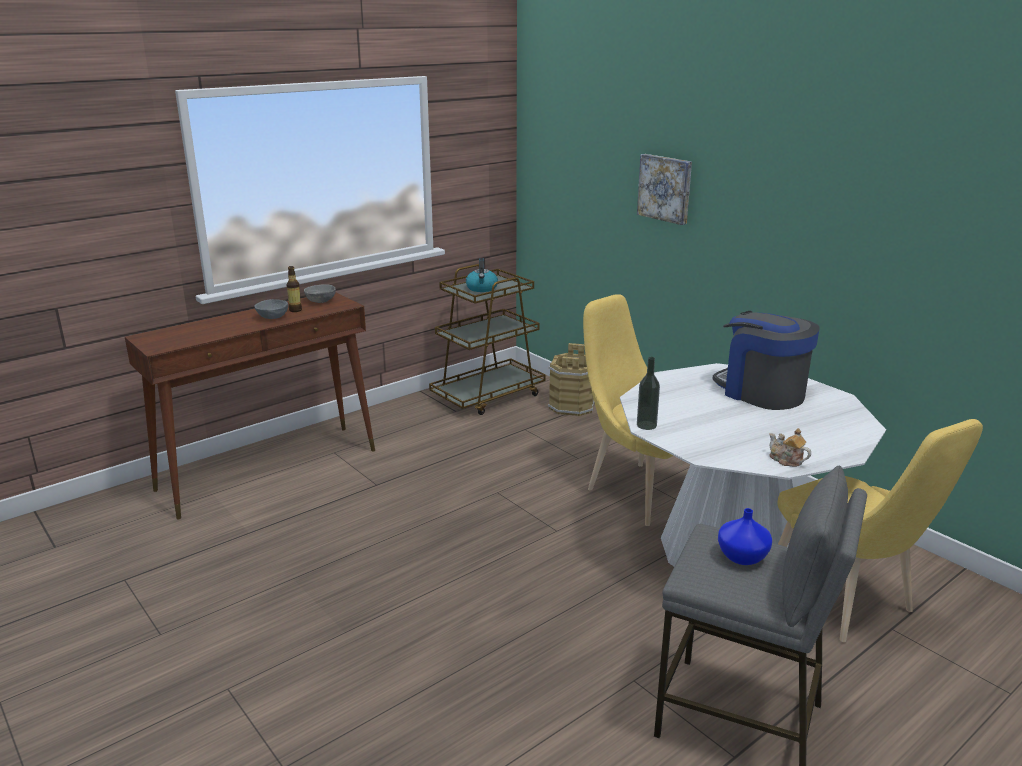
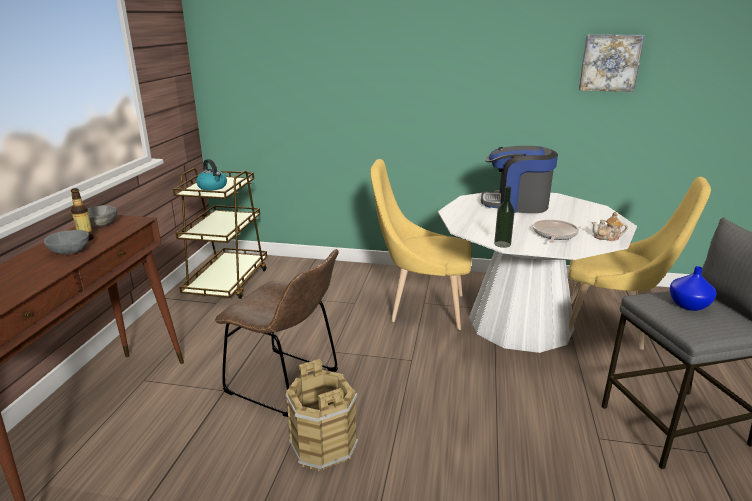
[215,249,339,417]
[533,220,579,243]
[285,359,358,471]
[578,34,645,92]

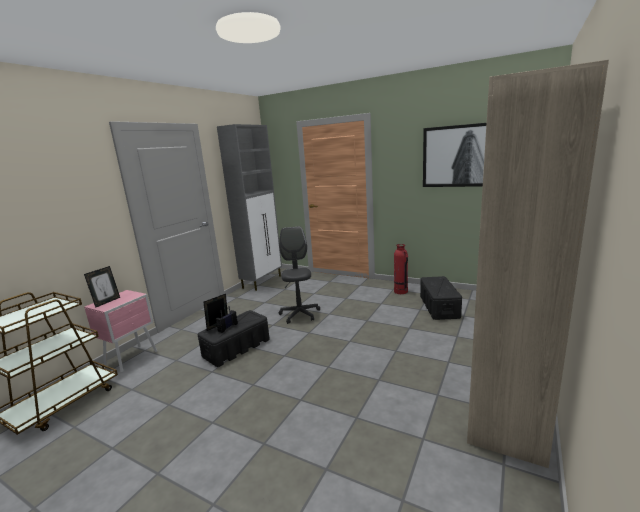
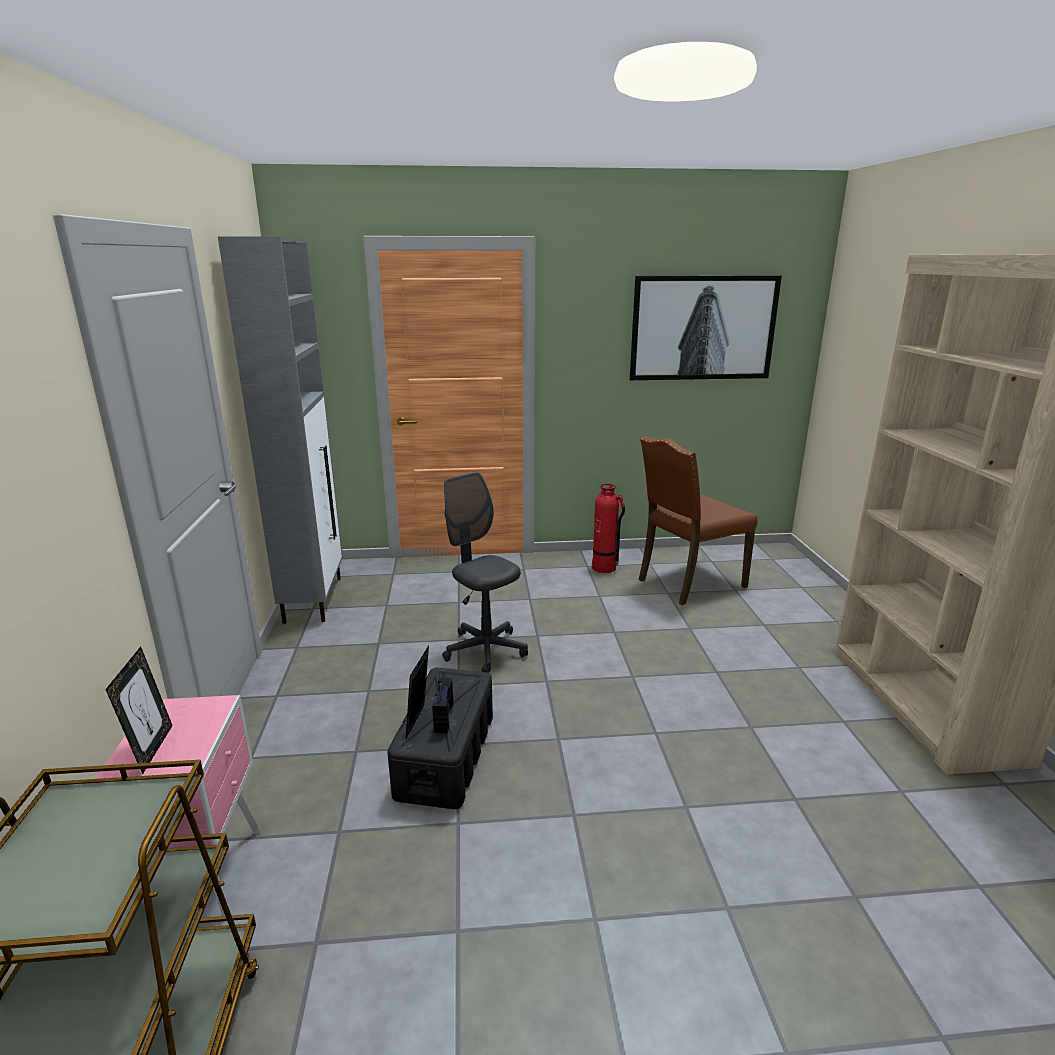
[638,436,757,605]

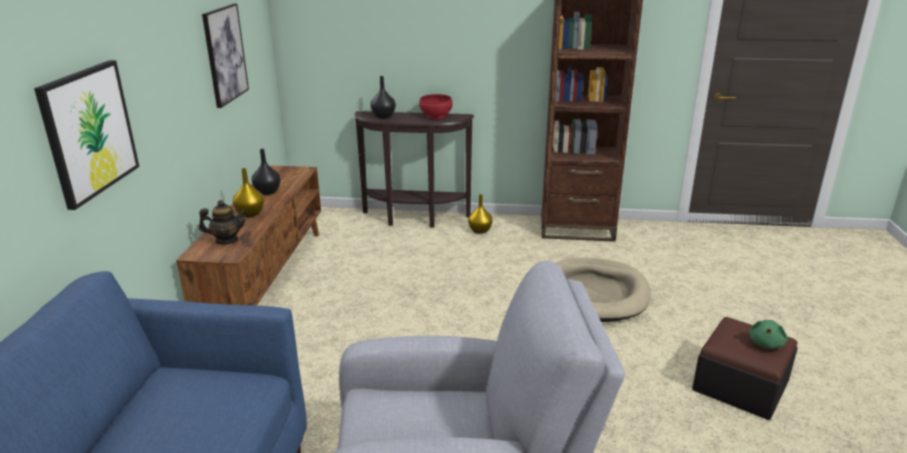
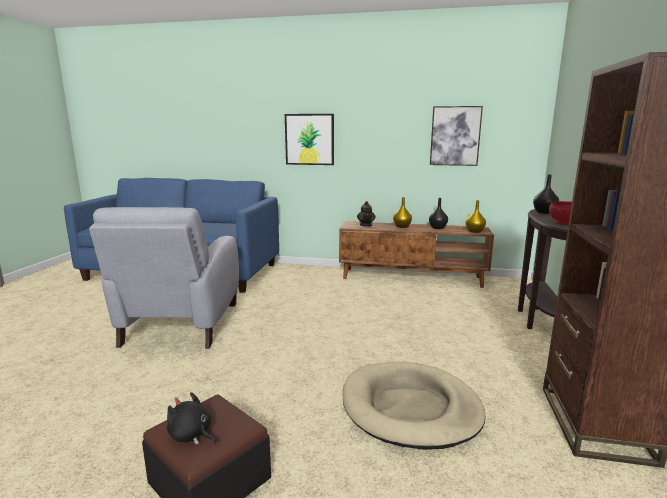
[466,200,486,233]
[167,392,217,445]

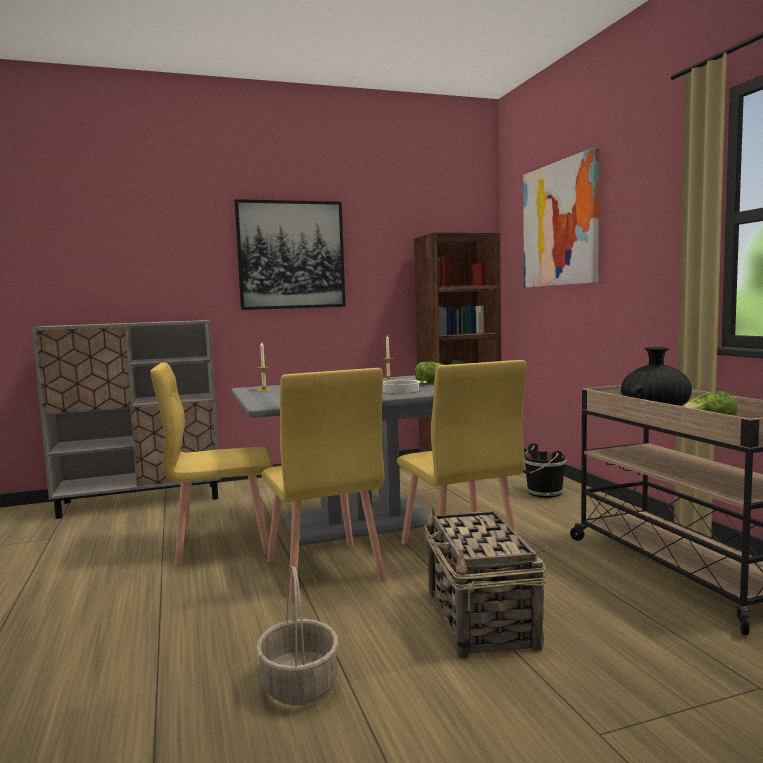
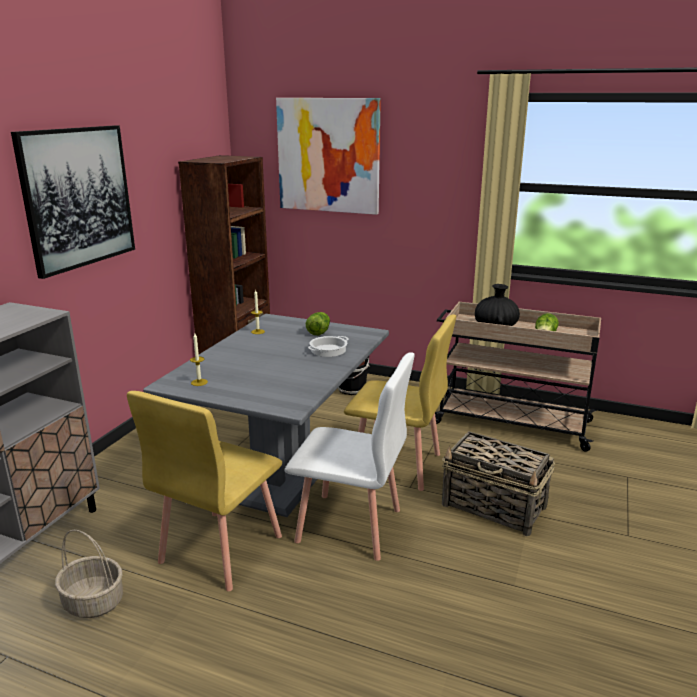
[55,530,123,618]
[285,352,415,561]

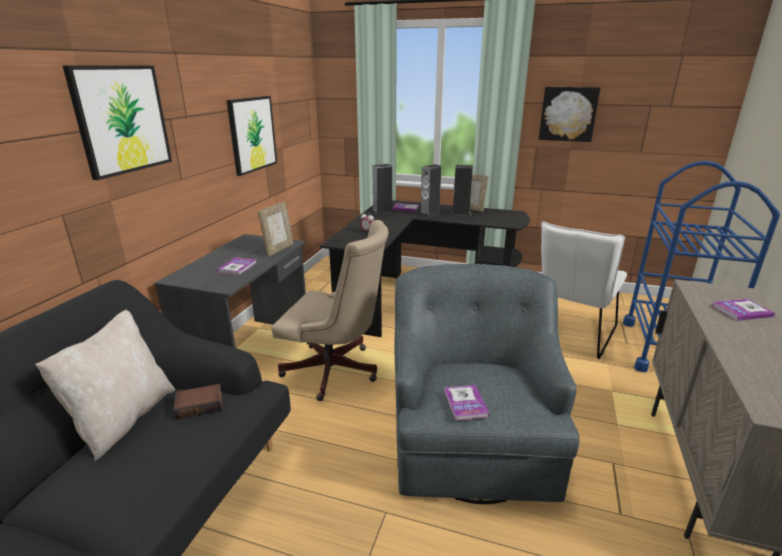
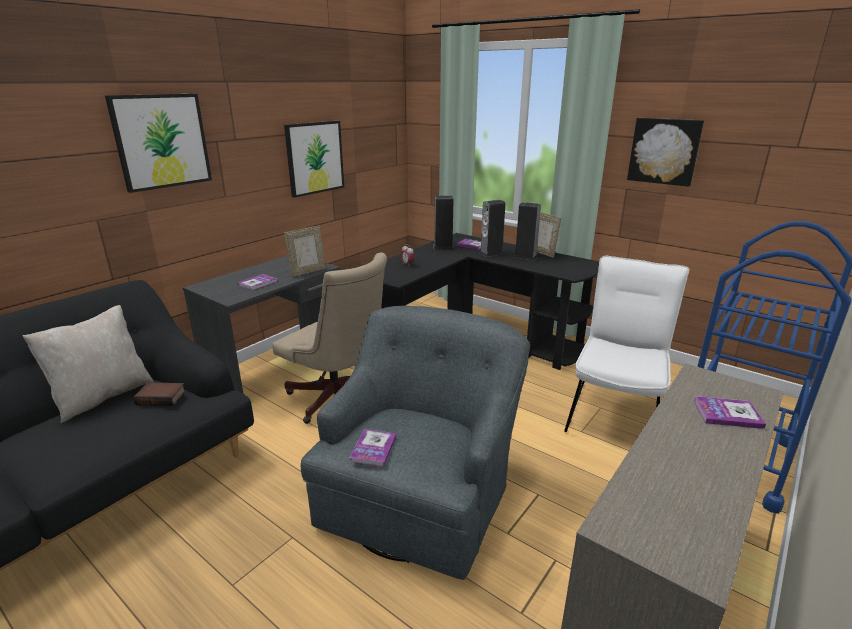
[564,256,690,432]

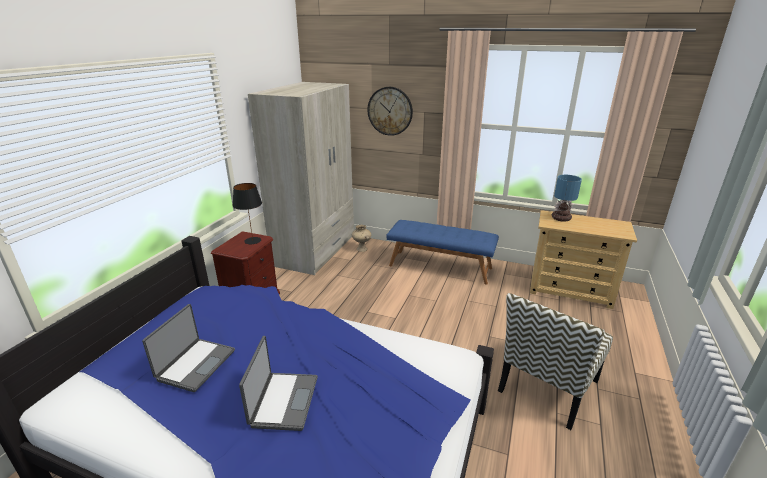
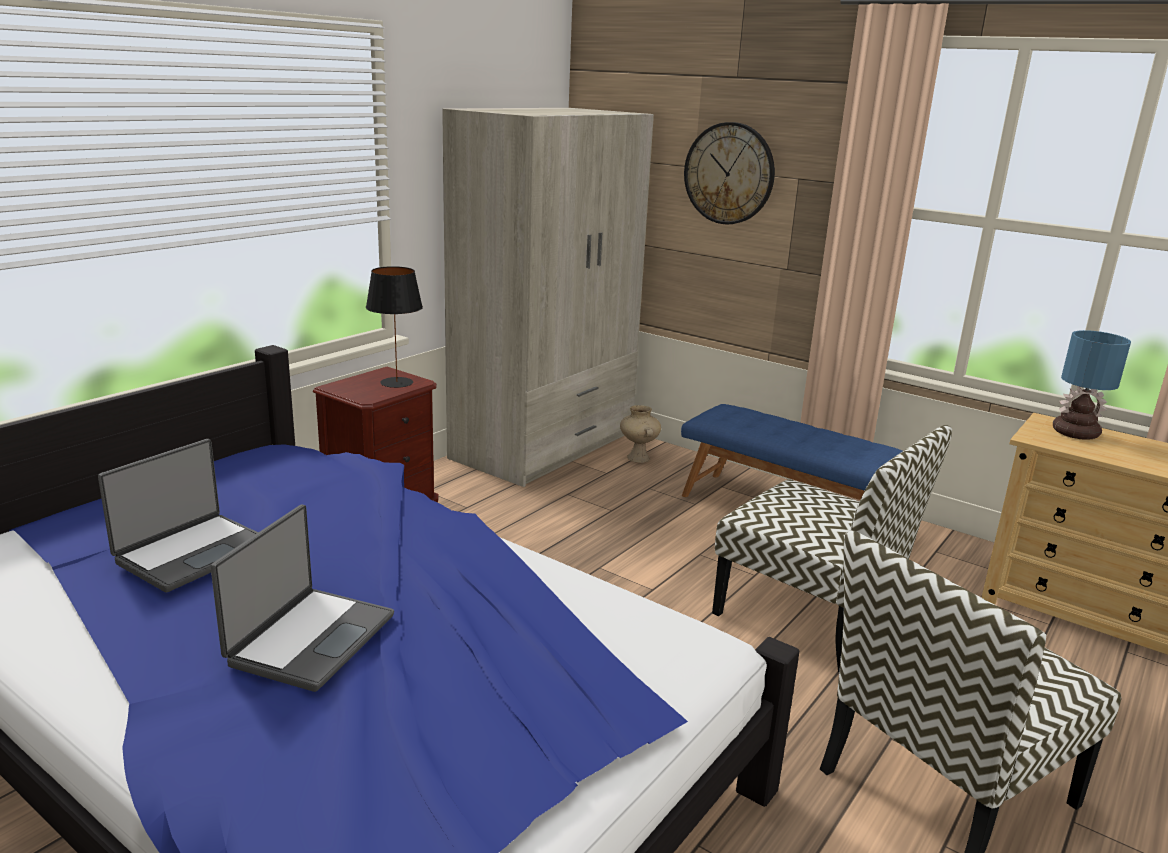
[712,425,952,672]

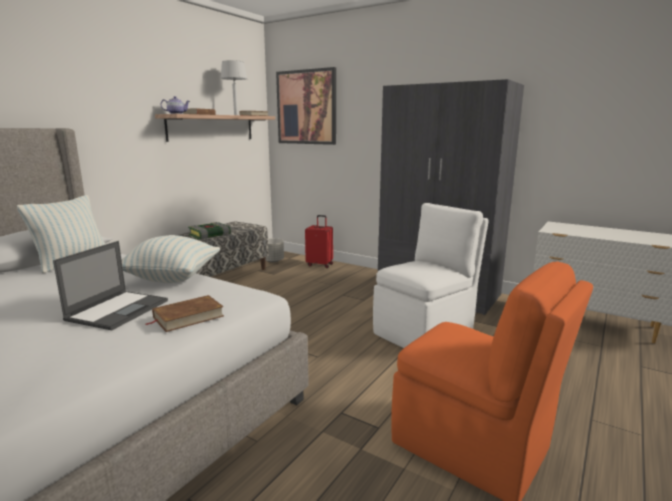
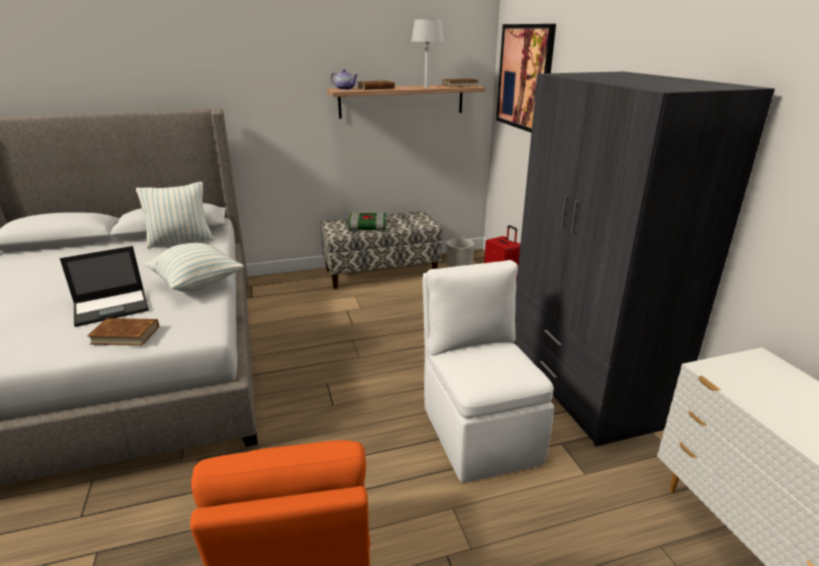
[422,260,554,482]

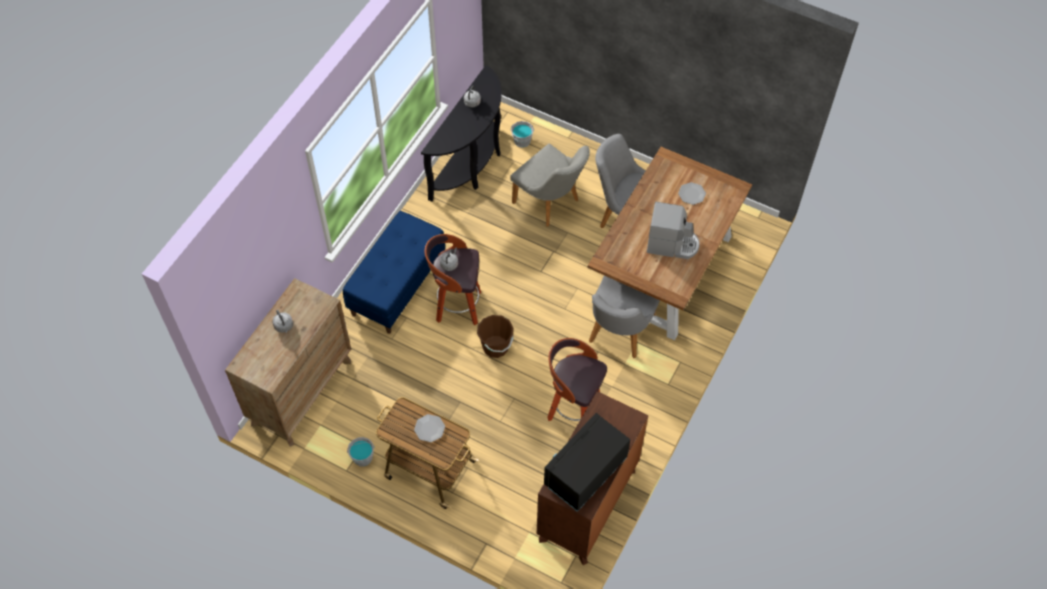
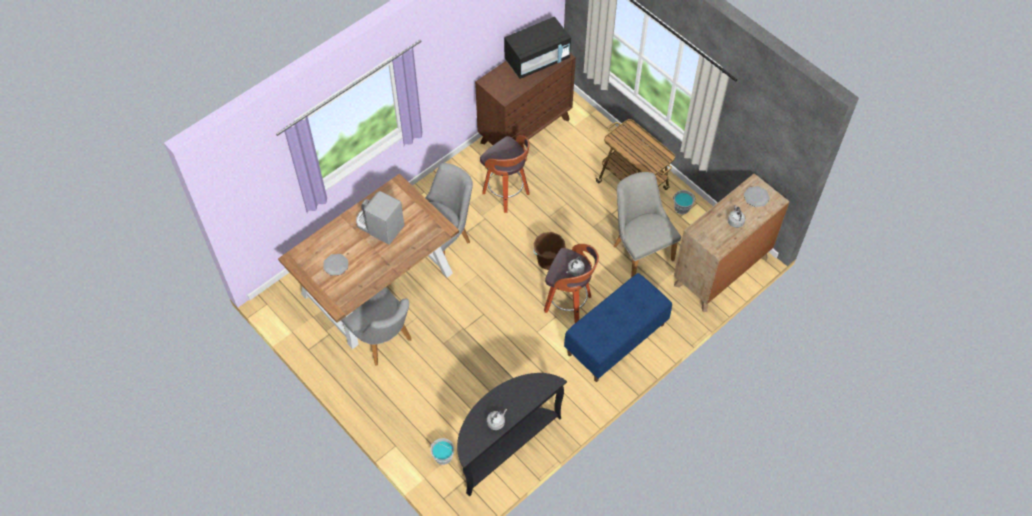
[744,186,770,207]
[614,172,681,277]

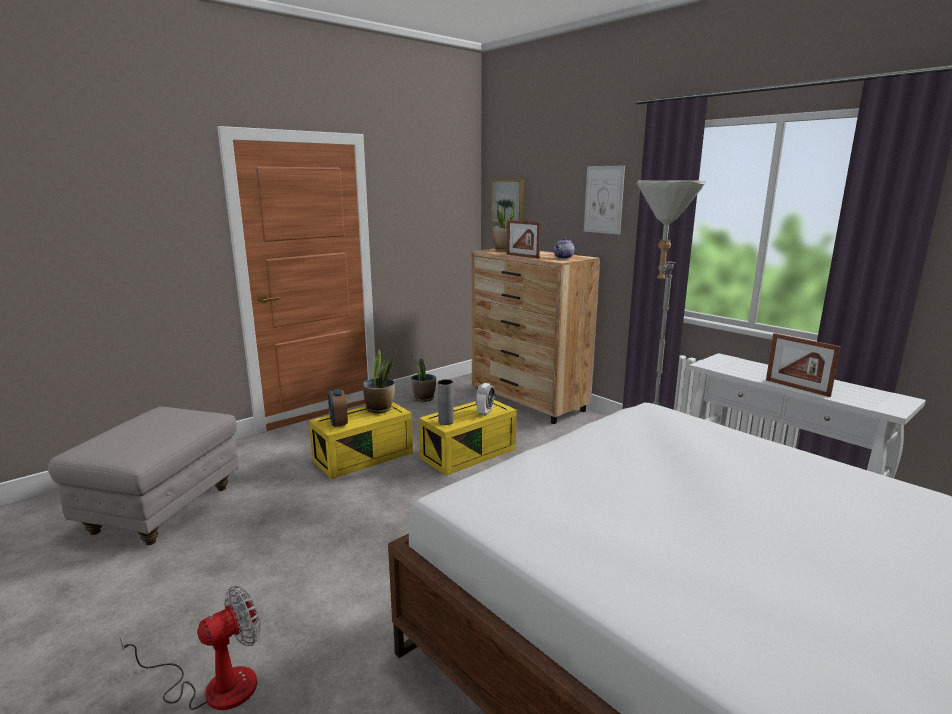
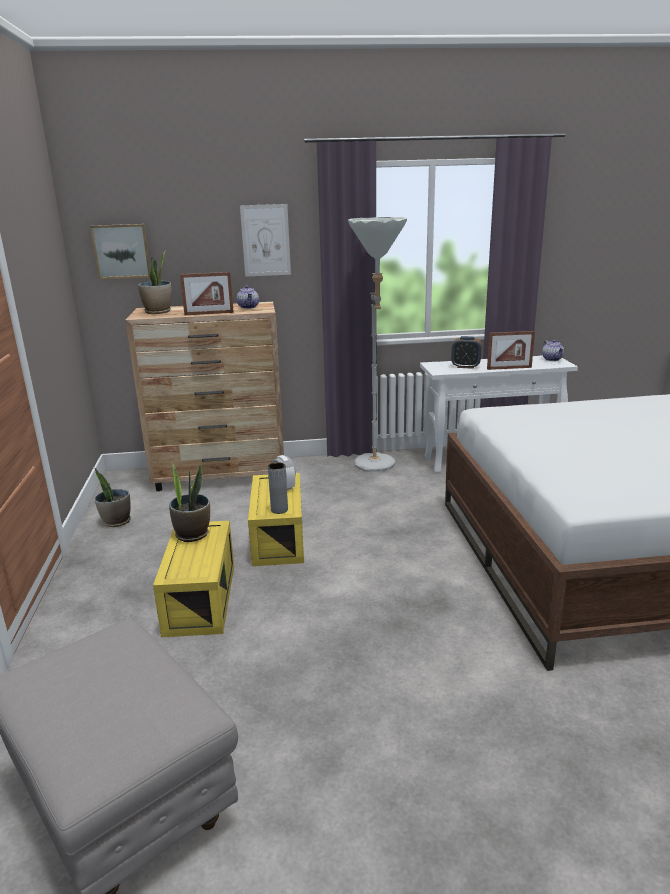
[120,586,260,710] (first image)
[542,340,564,361]
[451,336,482,369]

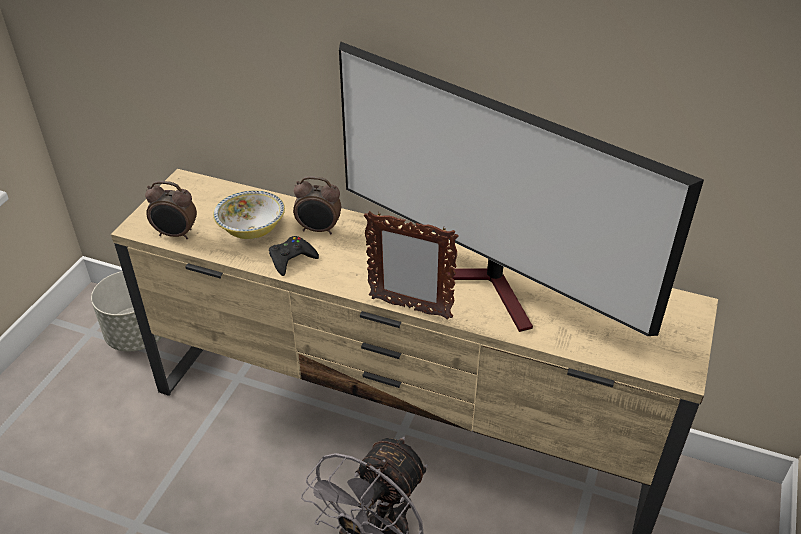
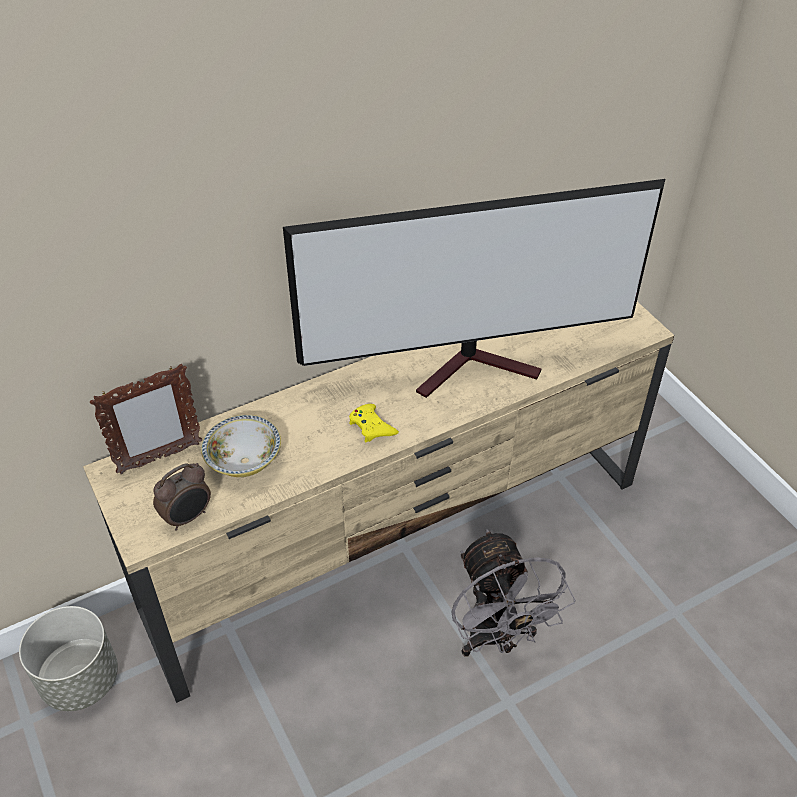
[269,236,319,276] (first image)
[293,176,341,235] (first image)
[349,404,399,442]
[90,364,202,474]

